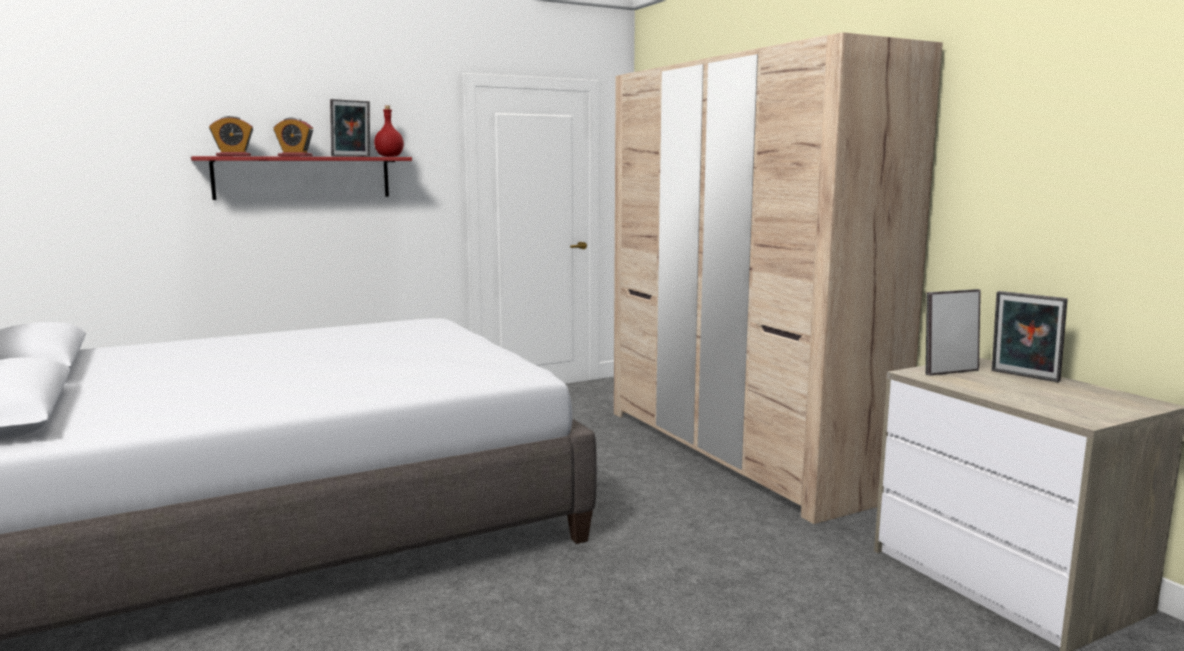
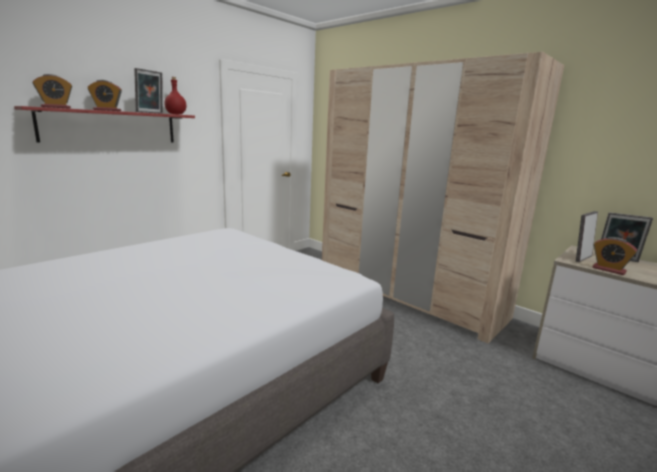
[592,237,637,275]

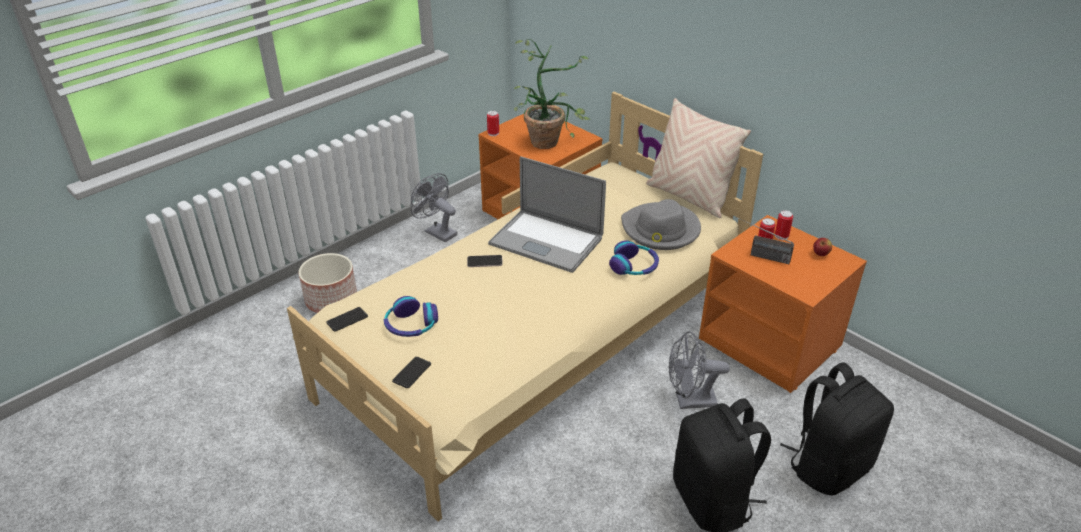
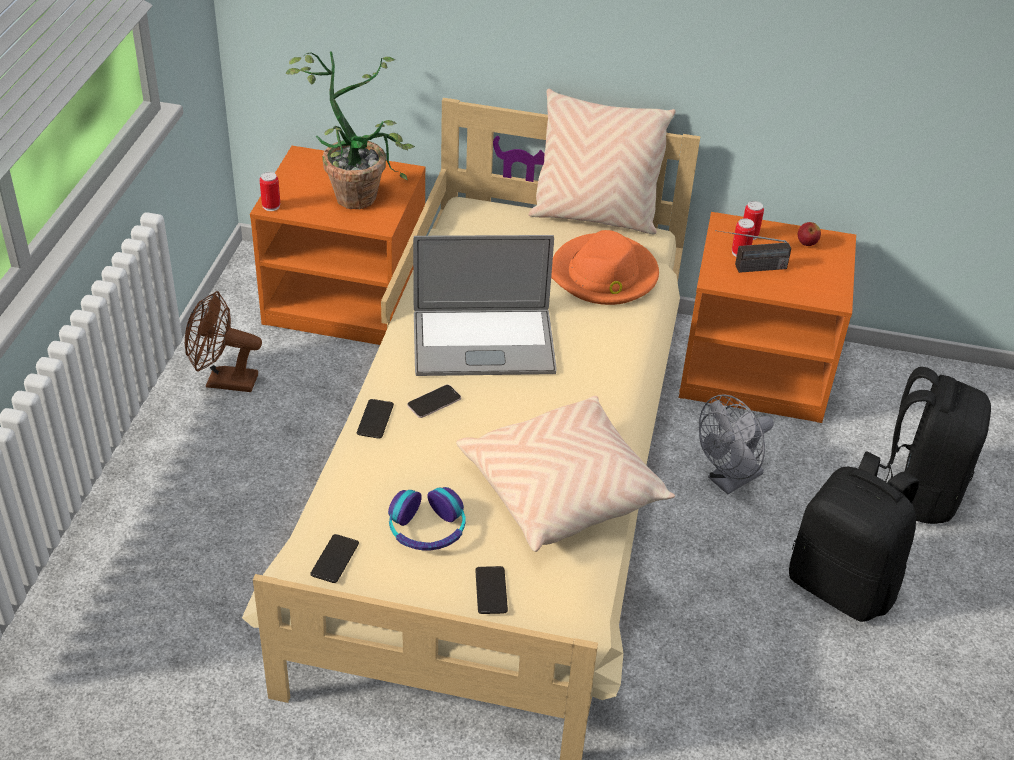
[299,253,357,313] (first image)
[609,241,659,275] (first image)
[357,399,394,438]
[456,396,675,552]
[185,291,262,392]
[551,230,659,305]

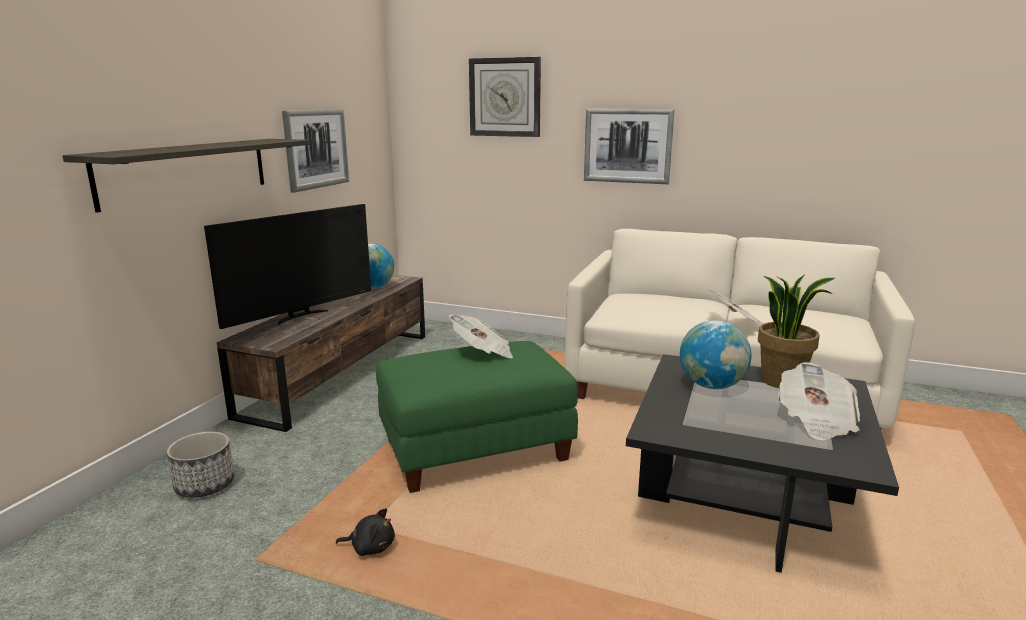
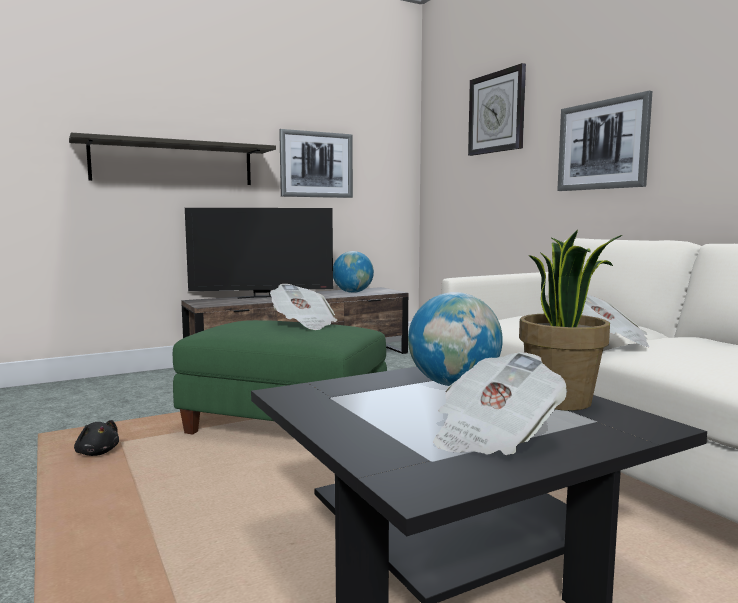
[167,431,234,498] (first image)

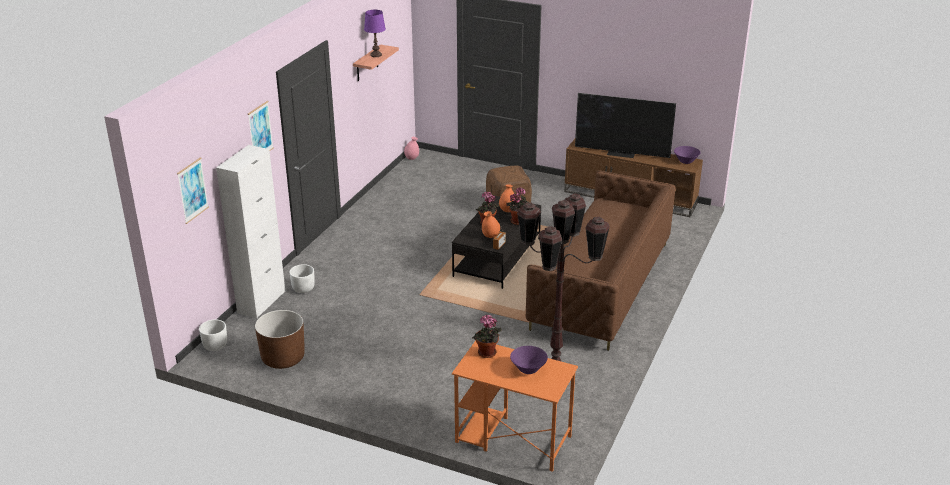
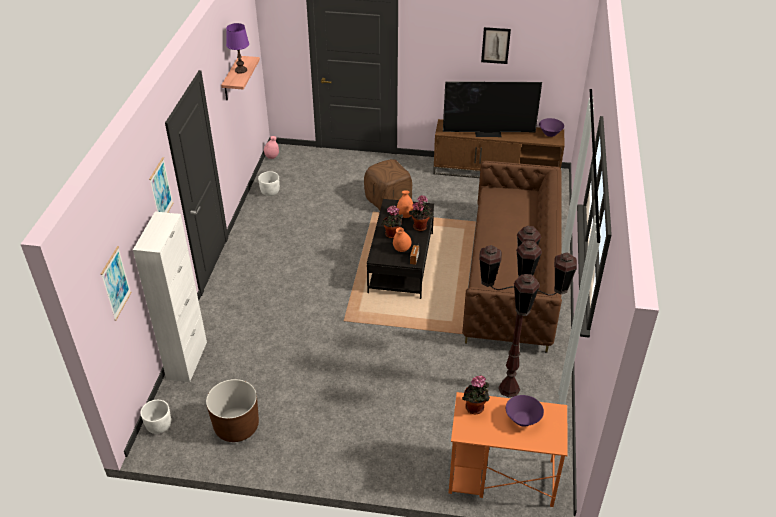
[481,27,511,64]
[258,171,280,196]

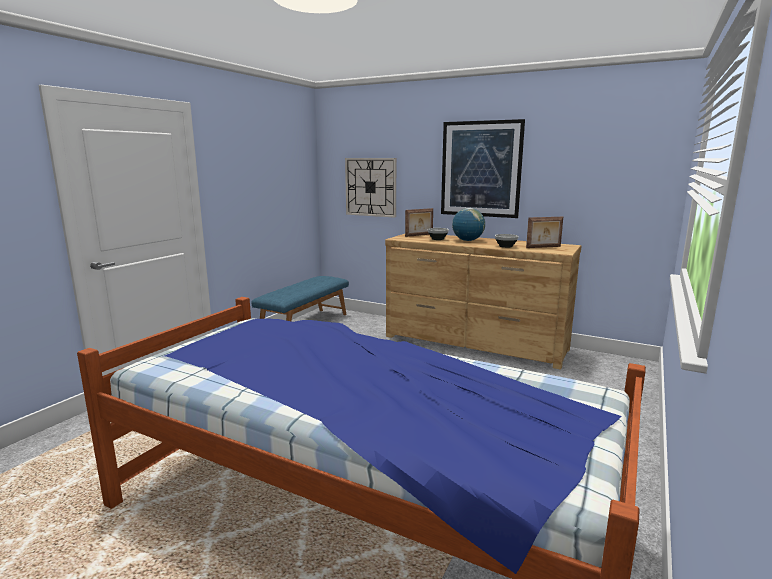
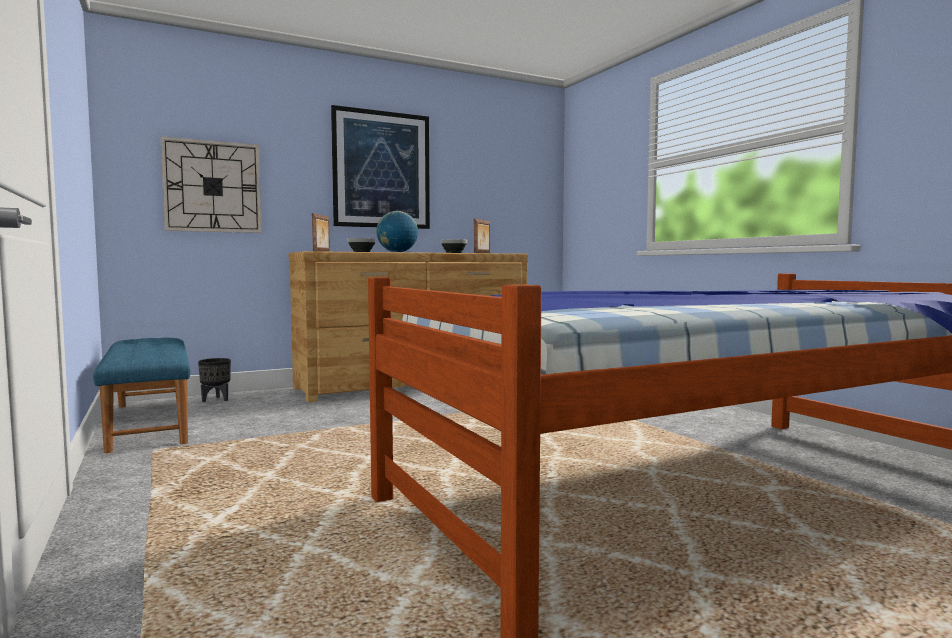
[198,358,231,402]

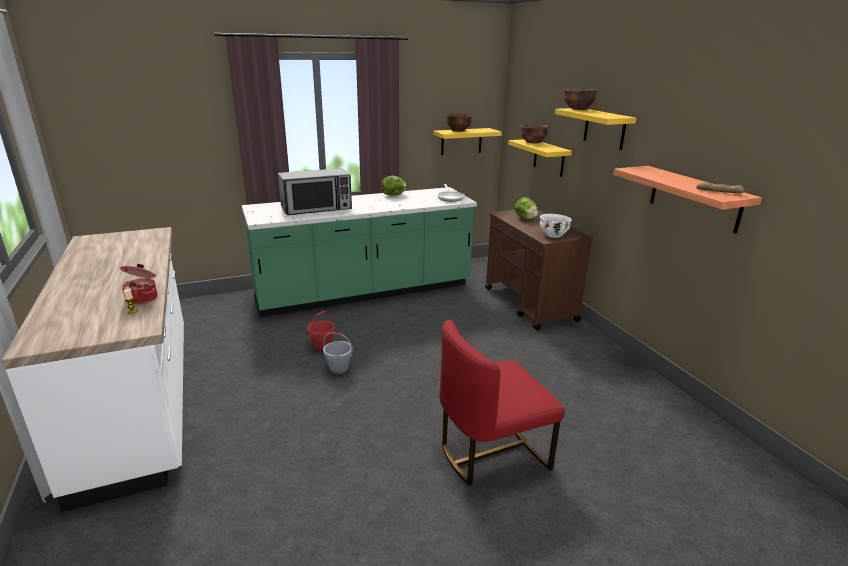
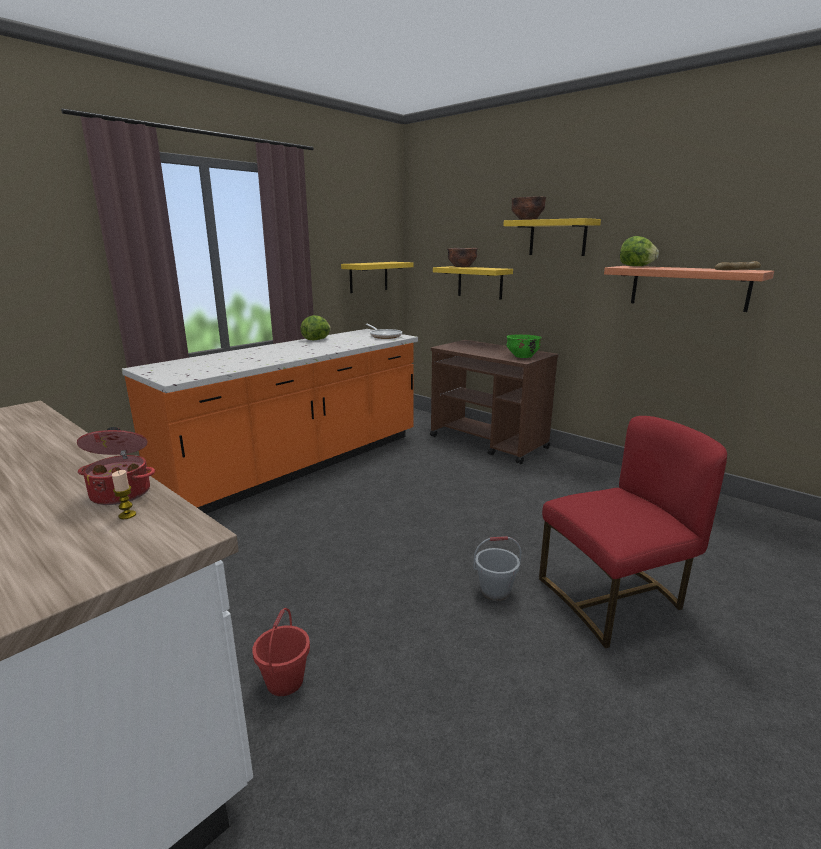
[278,168,352,215] (first image)
[447,114,472,132] (first image)
[253,608,310,696]
[473,536,521,601]
[620,236,659,266]
[122,329,418,514]
[507,334,542,358]
[539,416,727,648]

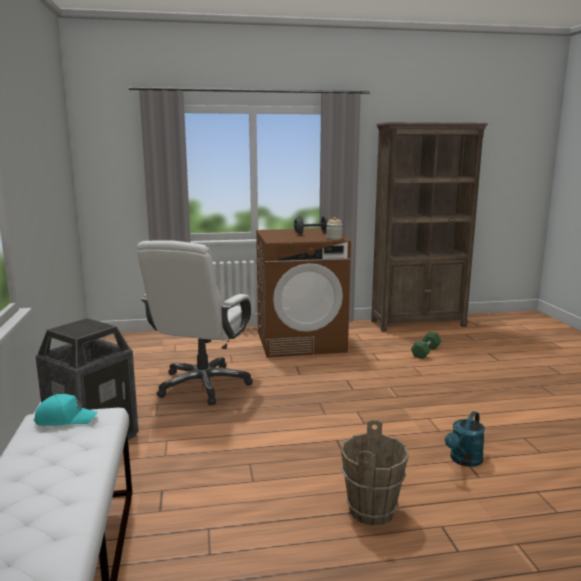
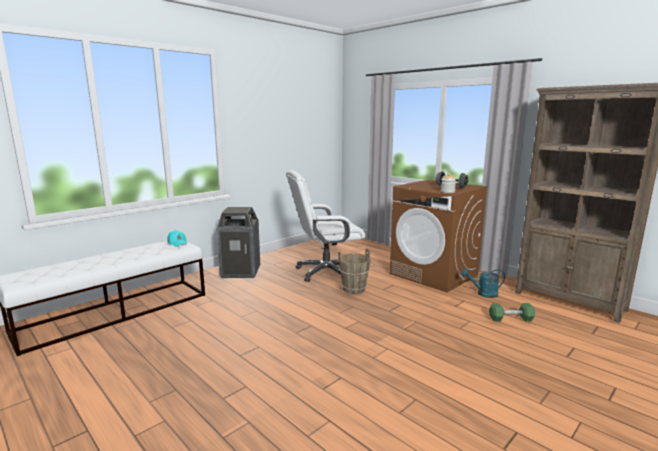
[338,249,371,294]
[462,269,505,298]

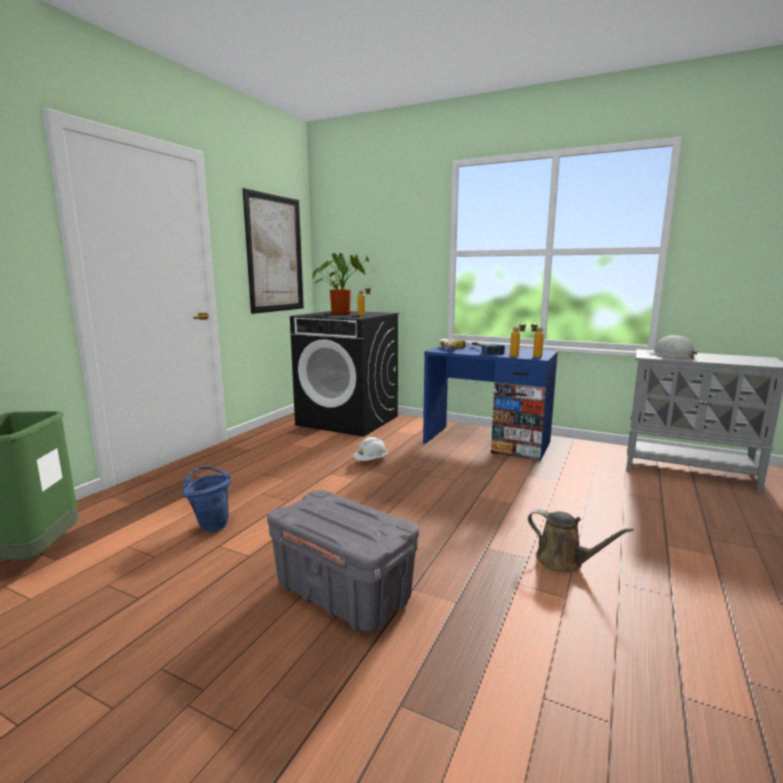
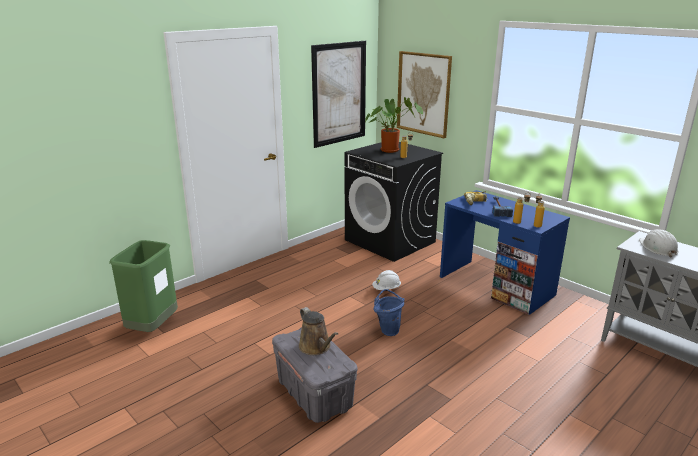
[397,51,452,138]
[374,289,405,336]
[299,307,339,355]

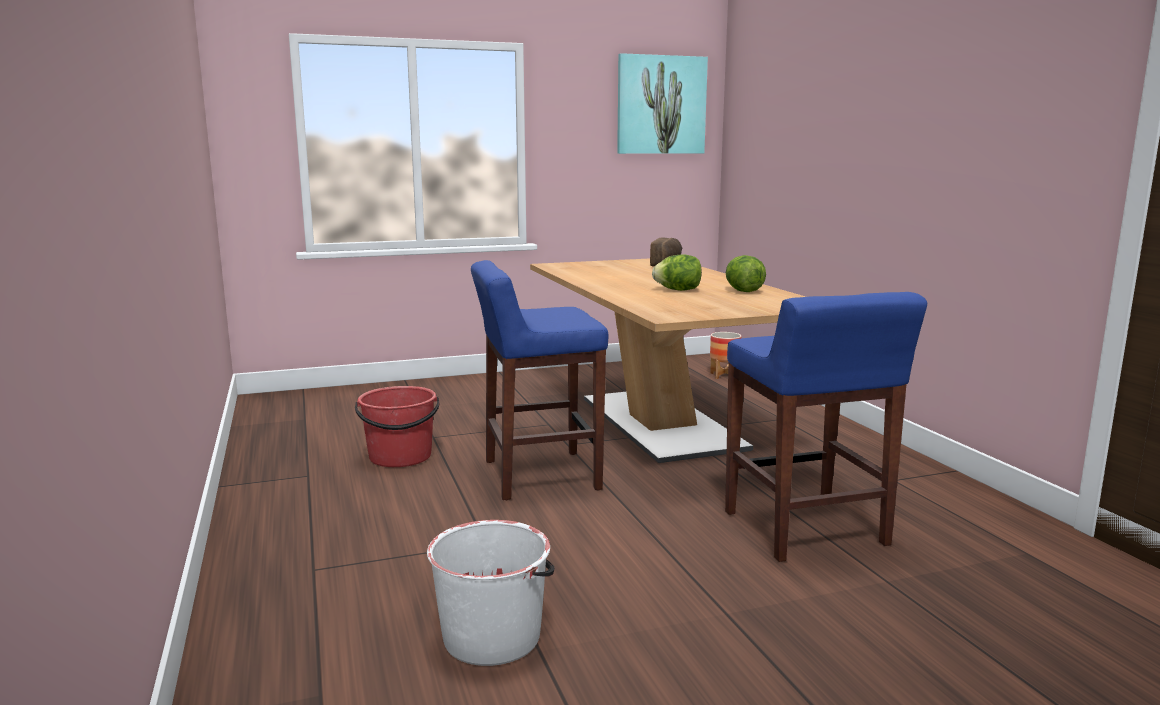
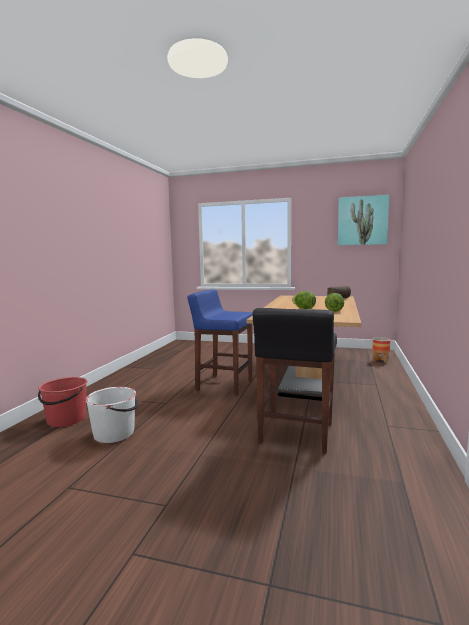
[38,377,87,427]
[253,308,337,453]

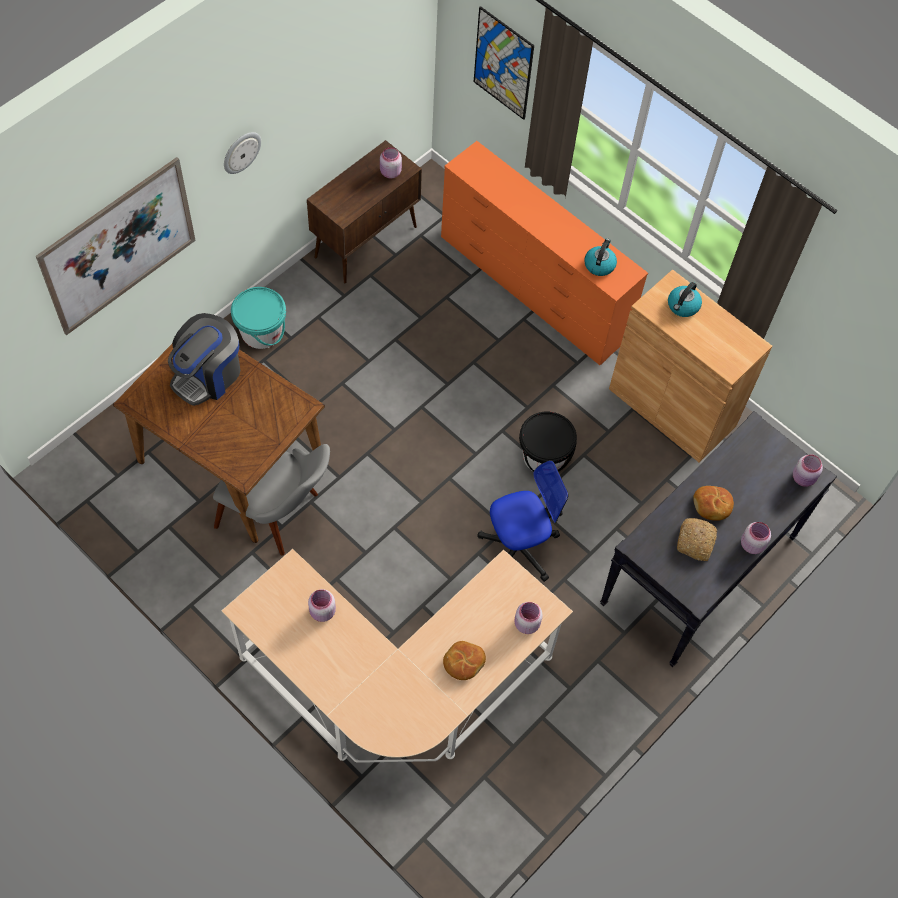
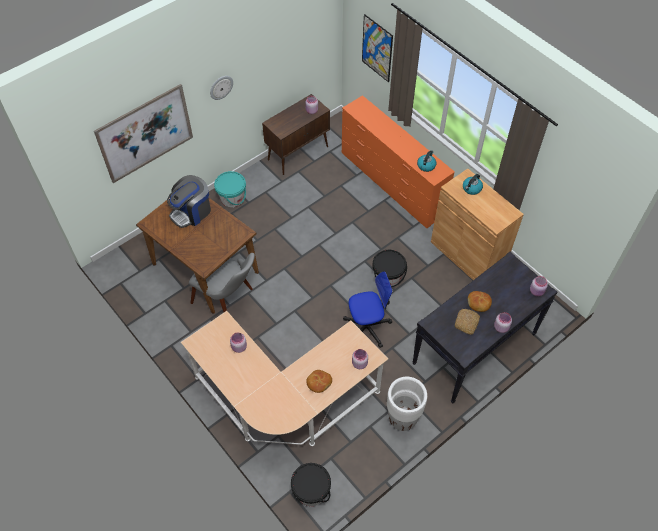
[291,463,331,506]
[387,377,427,431]

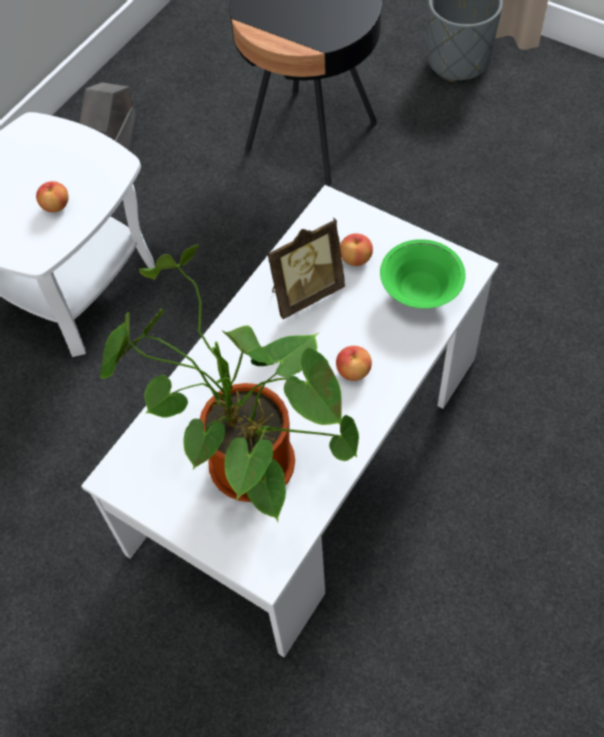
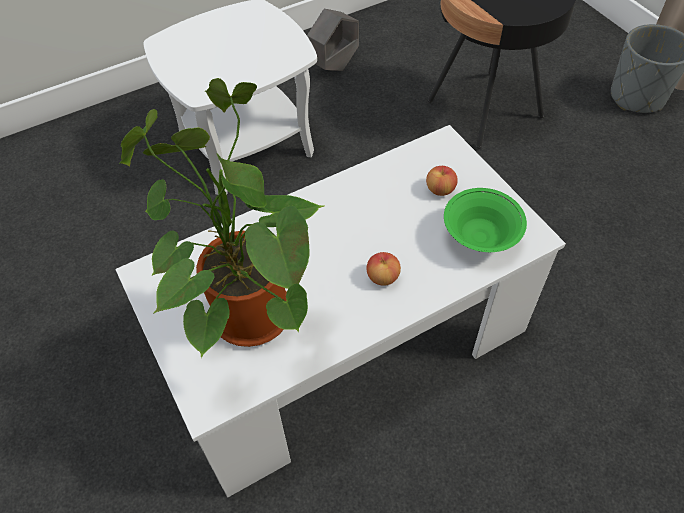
[36,181,68,212] (first image)
[267,218,345,319] (first image)

